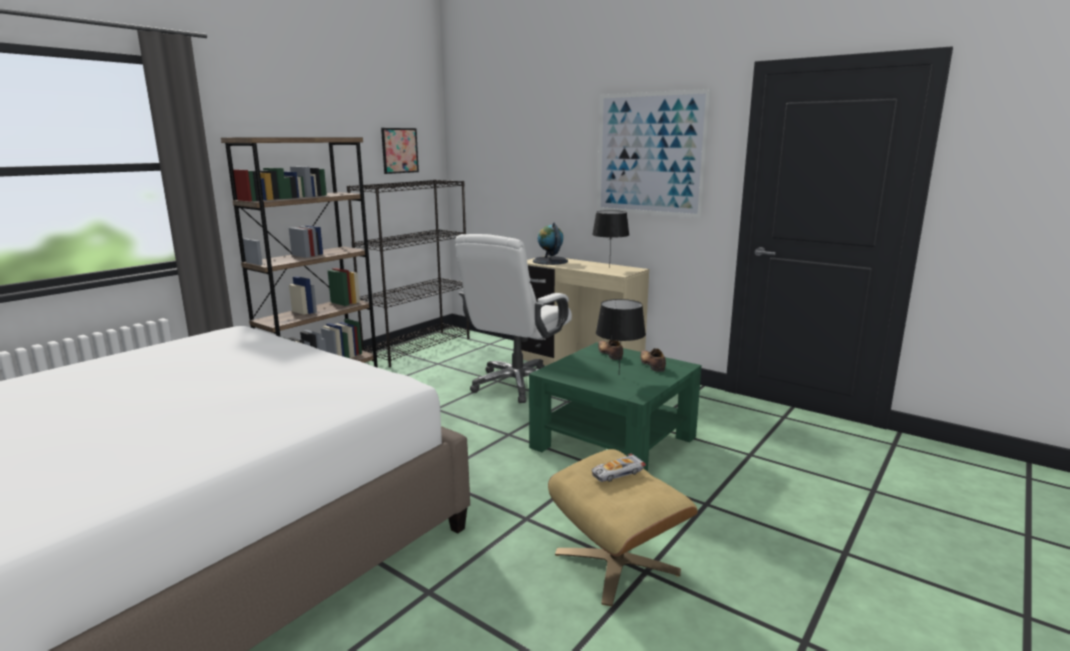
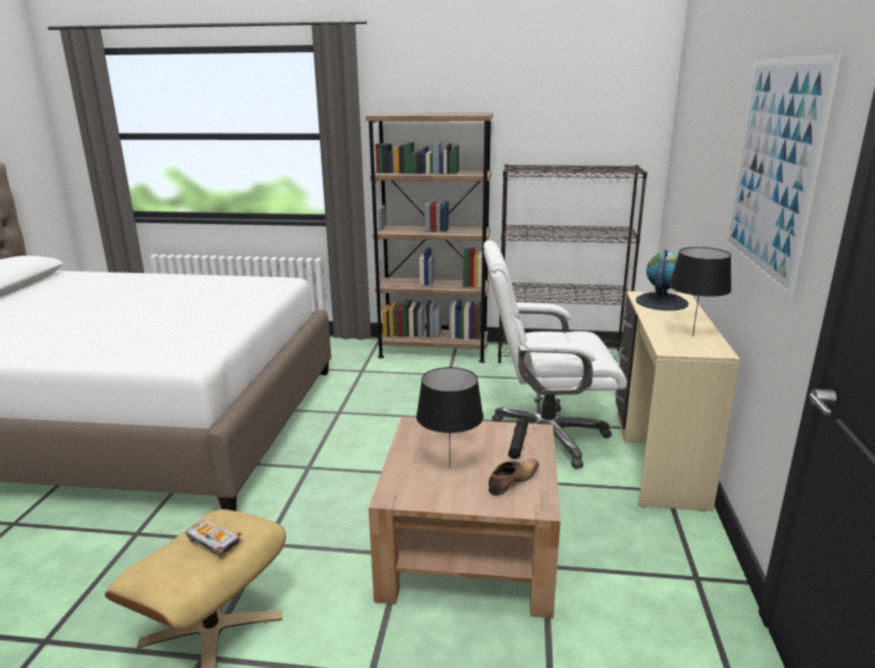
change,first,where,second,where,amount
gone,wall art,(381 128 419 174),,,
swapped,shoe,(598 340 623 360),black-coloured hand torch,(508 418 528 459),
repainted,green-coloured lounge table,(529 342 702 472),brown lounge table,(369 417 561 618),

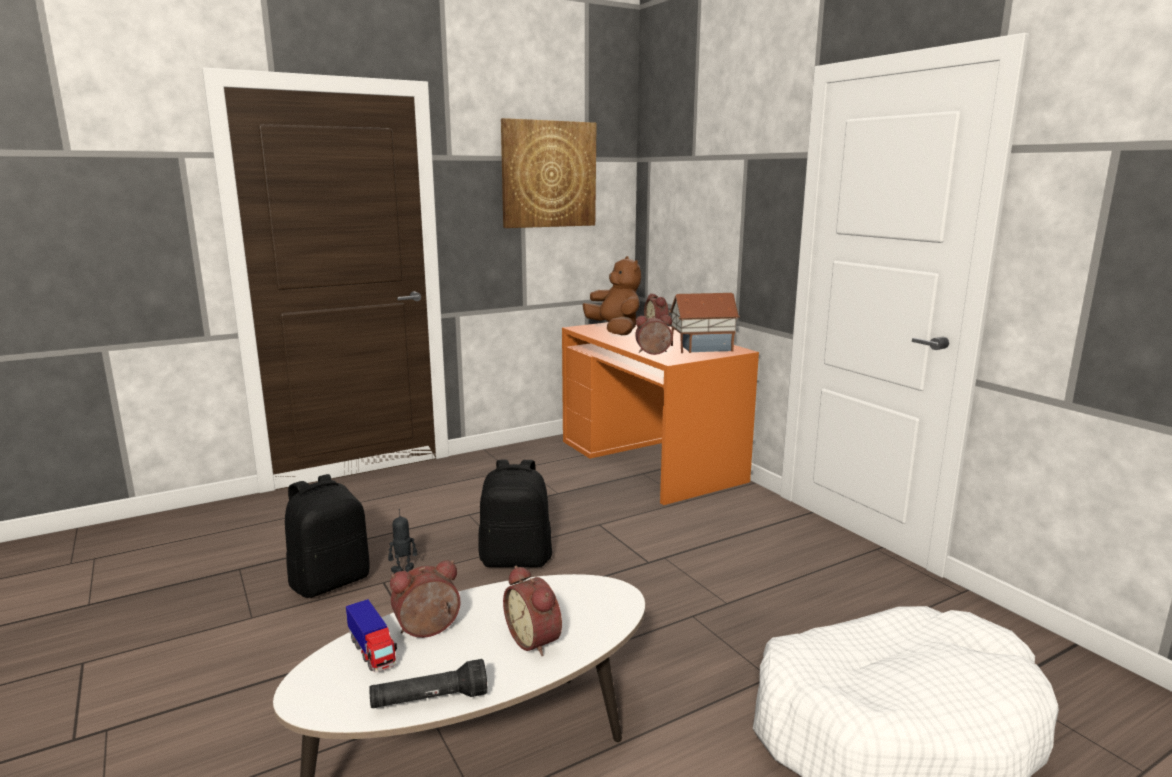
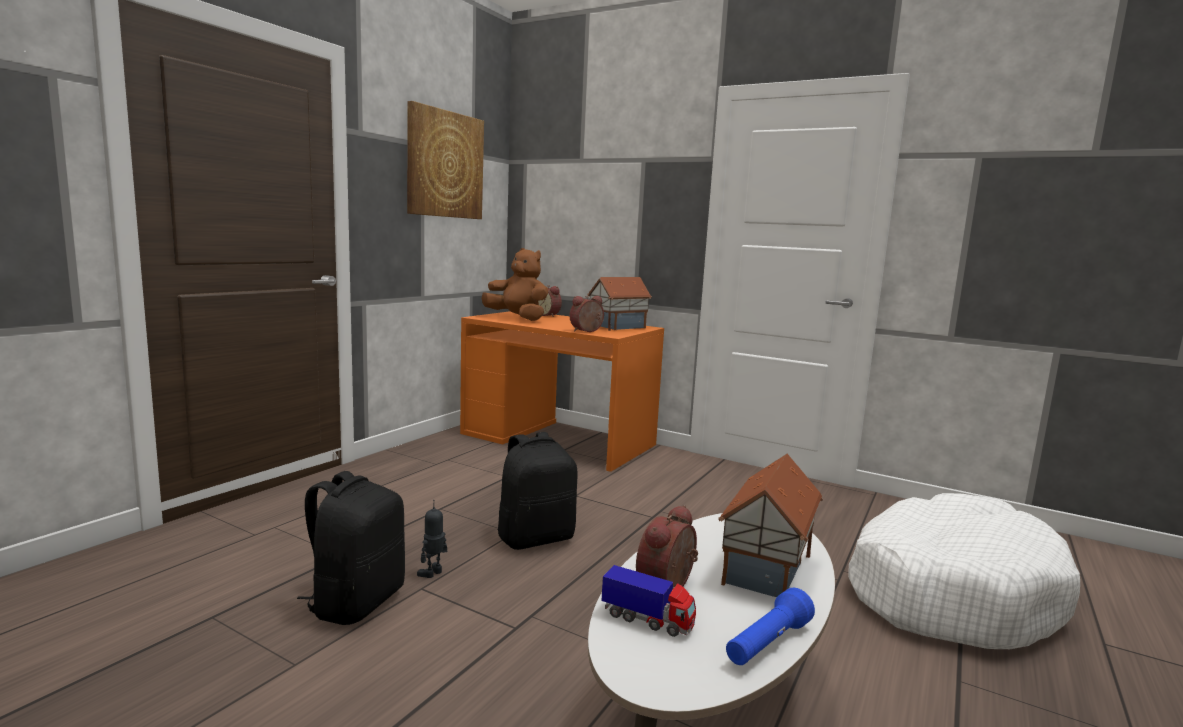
change,first,where,second,where,amount
swapped,bedside clock,(503 566 562 656),miniature house,(718 454 823 597),
repainted,black-coloured hand torch,(369 659 487 708),bluish hand torch,(726 588 815 665),

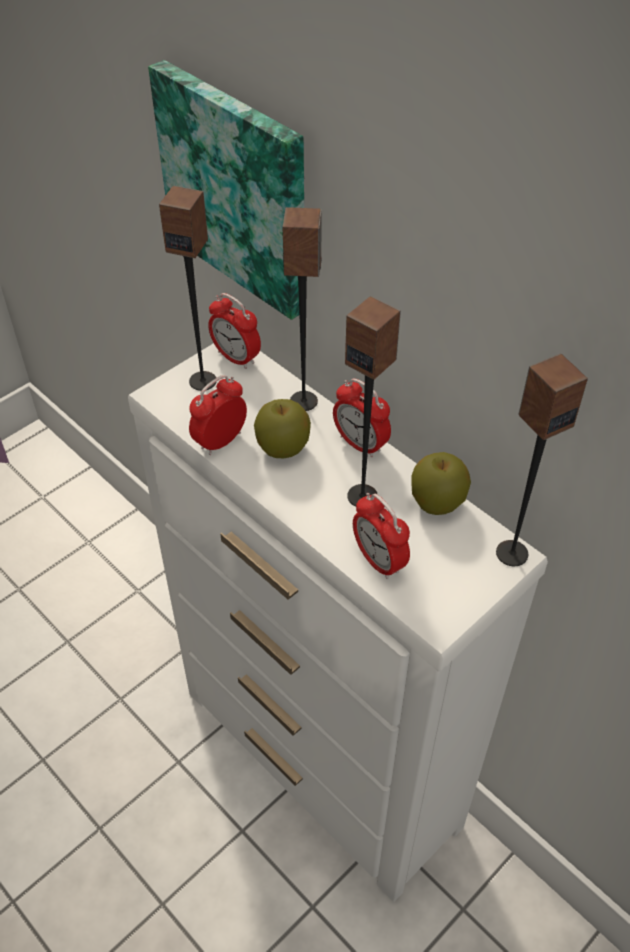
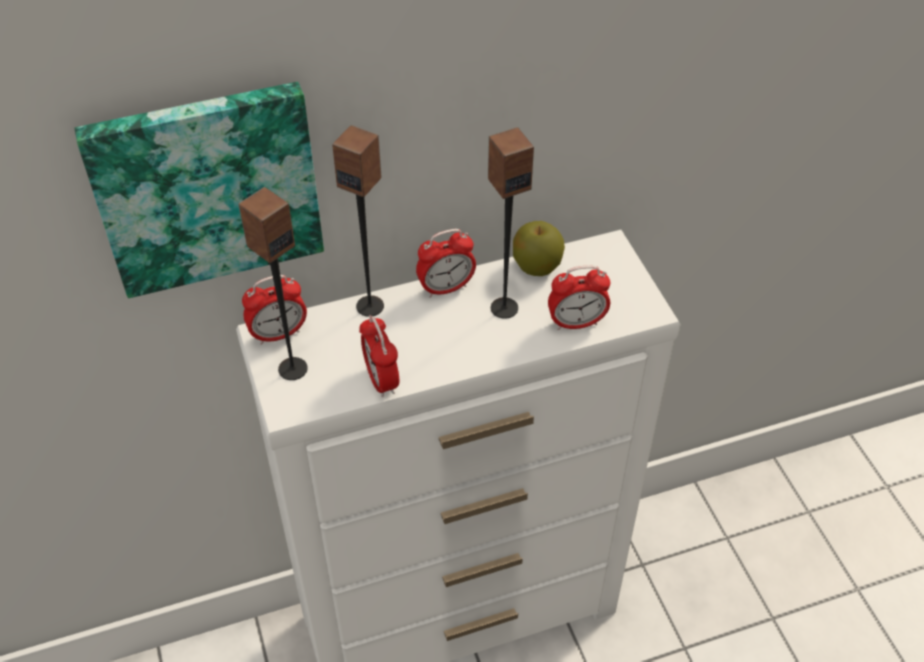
change,first,where,second,where,amount
gone,speaker,(496 353 588 566),,,
gone,apple fruit,(254 399 311 458),,,

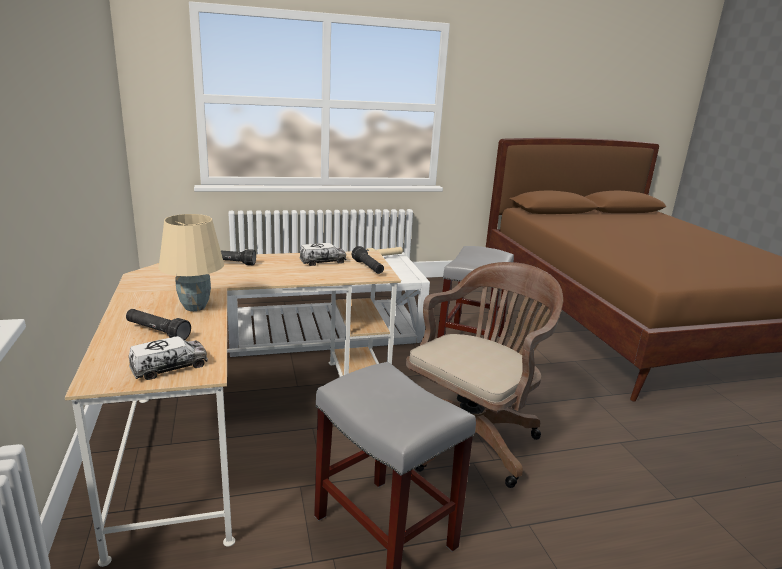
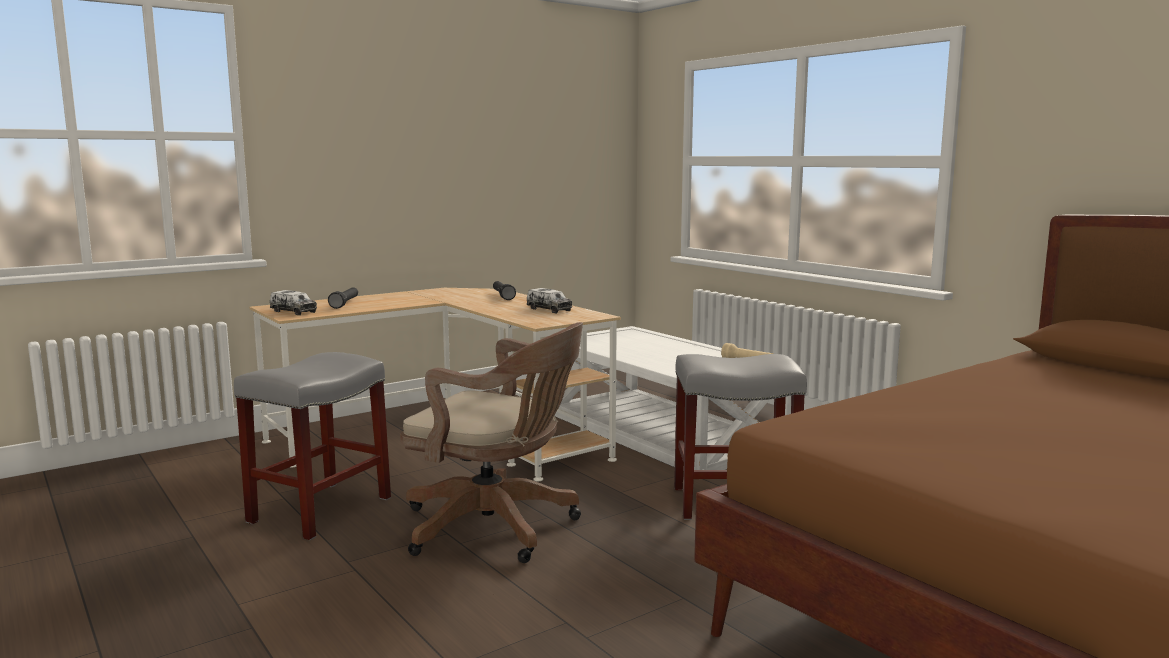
change,first,where,second,where,amount
gone,beige-coloured tabletop lamp,(159 214 224 311),,,
gone,black-coloured hand torch,(352 246 384 274),,,

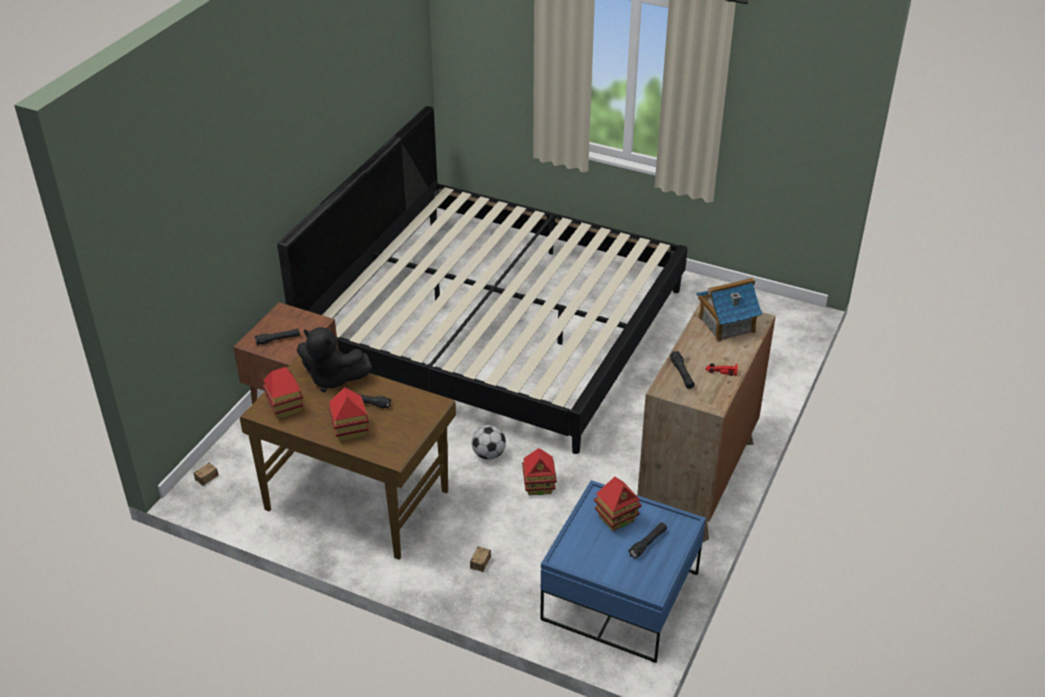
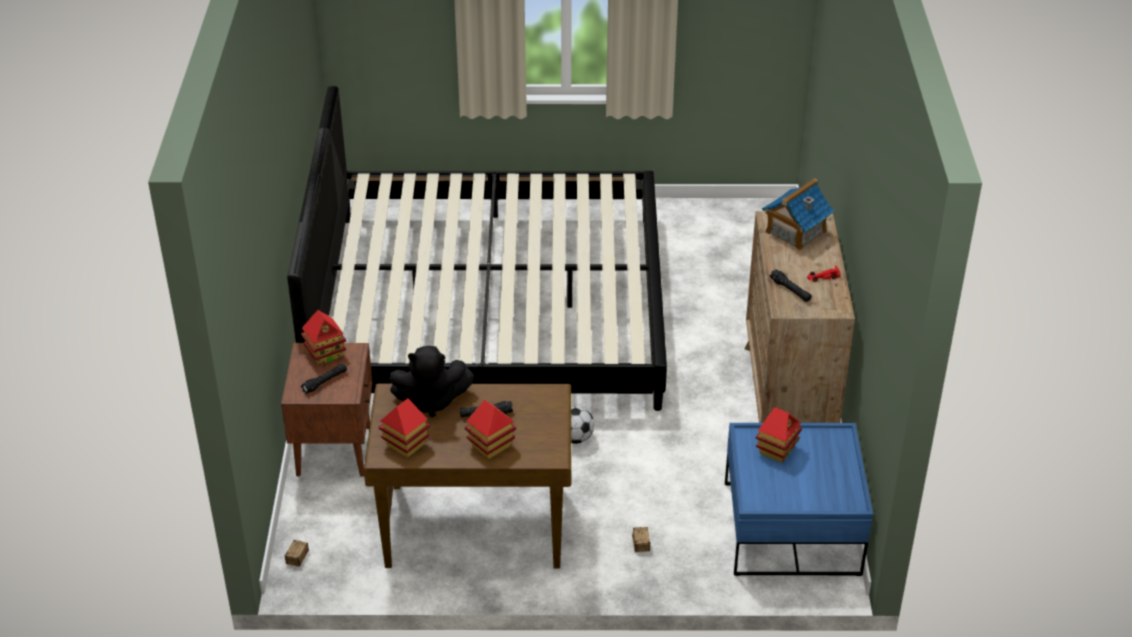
change,first,where,second,where,amount
shifted,miniature house,(522 448 557 495),,(301 310 346 365),
gone,black-coloured hand torch,(628 522 667 559),,,

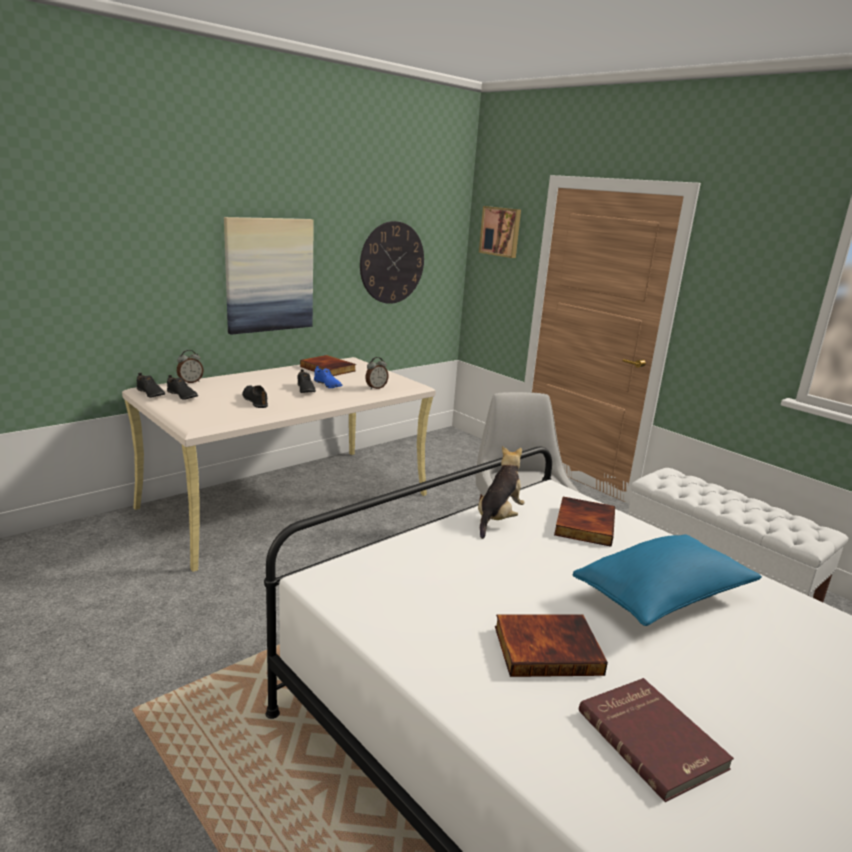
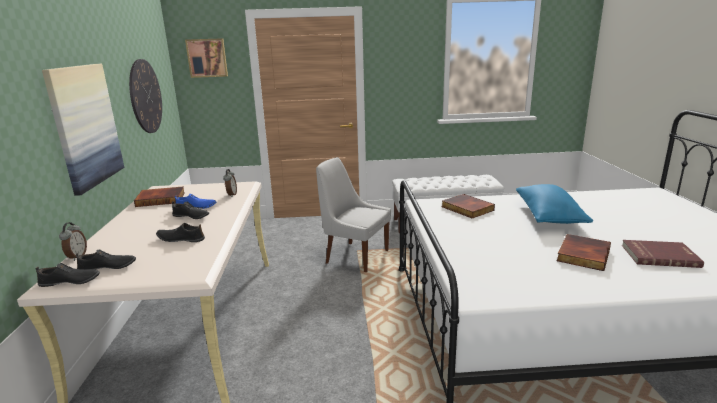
change,first,where,second,where,amount
gone,cuddly toy,(478 446 525 539),,,

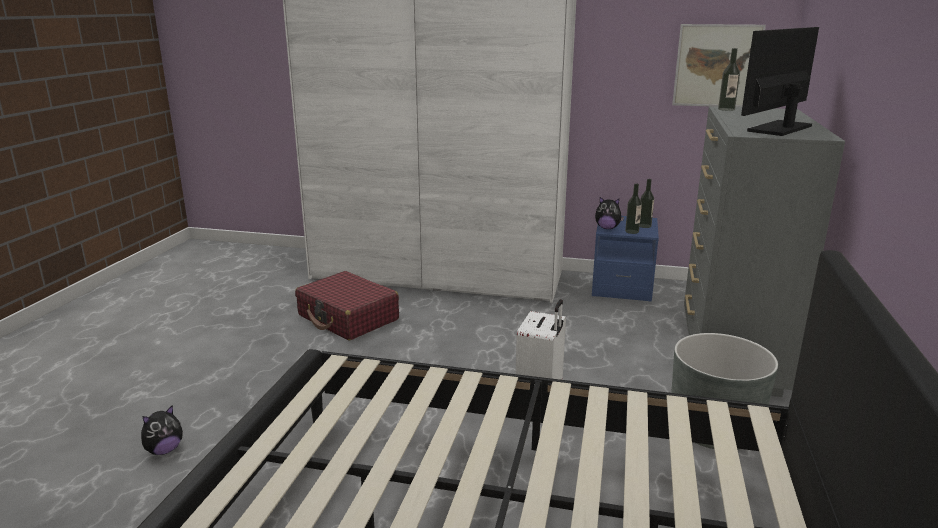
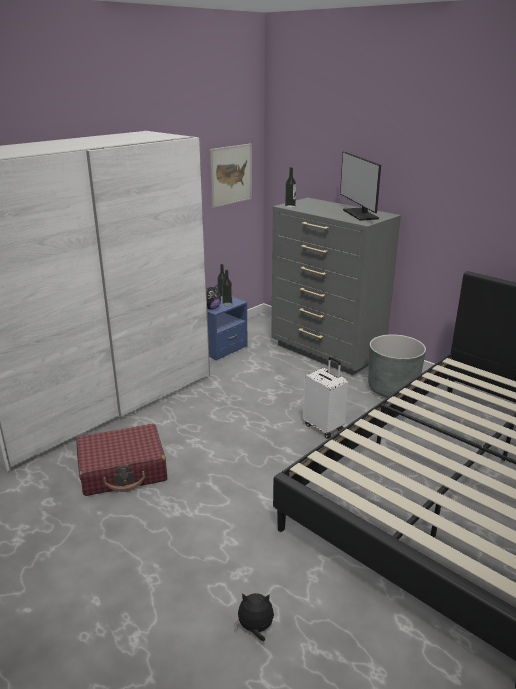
change,first,where,second,where,amount
rotated,cuddly toy,(141 405 183 455),,(234 593 274 641),75 degrees counterclockwise

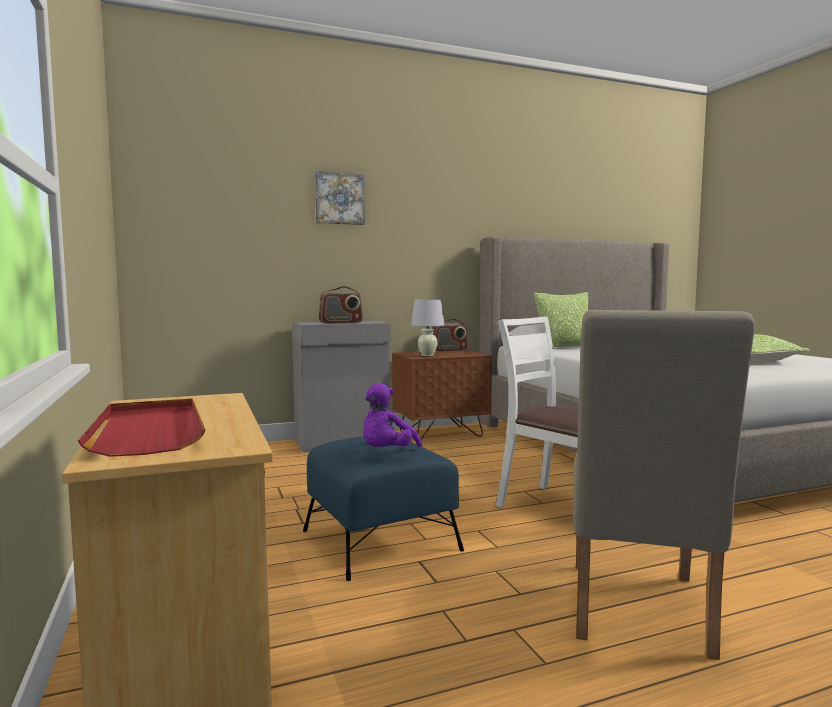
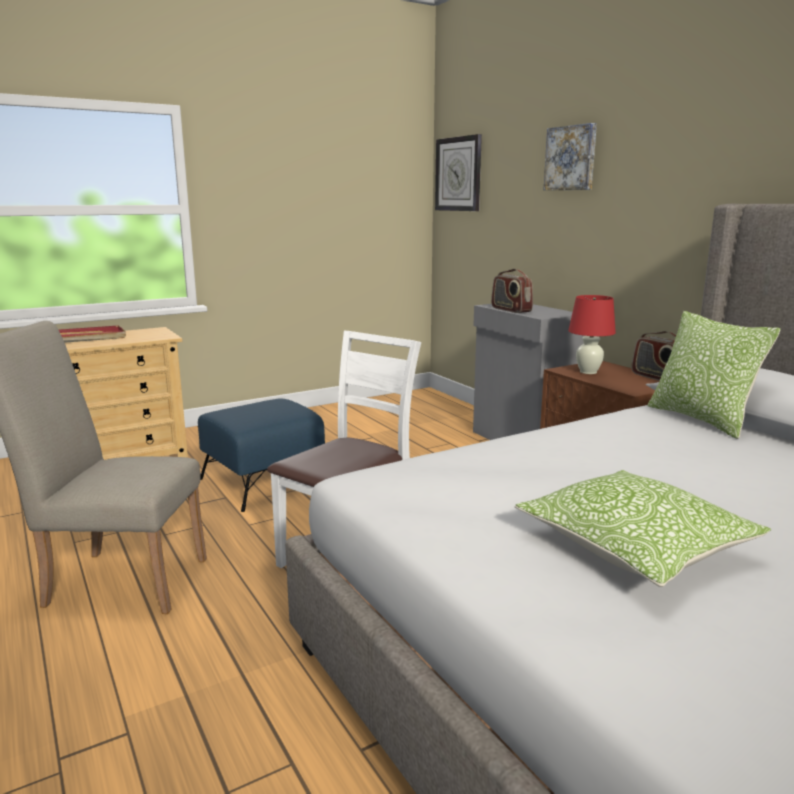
change,first,where,second,where,amount
repainted,white tabletop lamp,(411 299 444 356),red-coloured tabletop lamp,(568 295 616 374),
gone,purple cuddly toy,(363 383 422 447),,,
new,,,wall clock,(435 134 482 211),

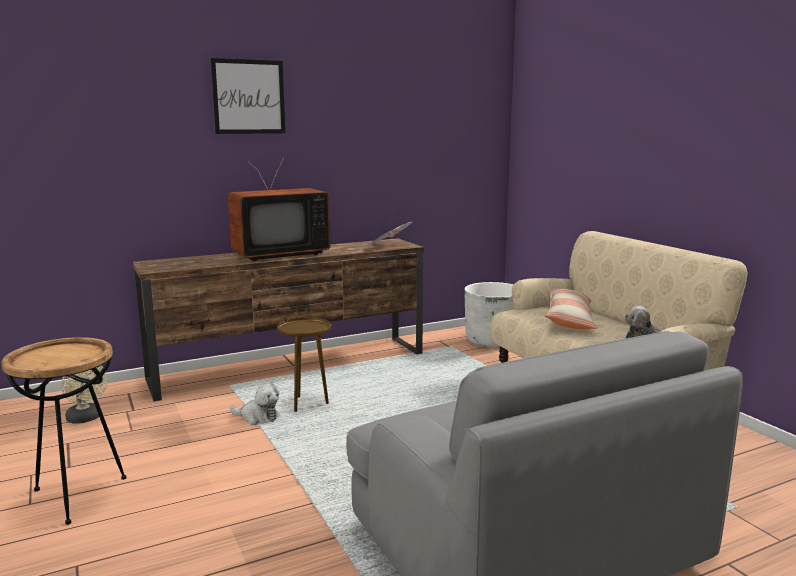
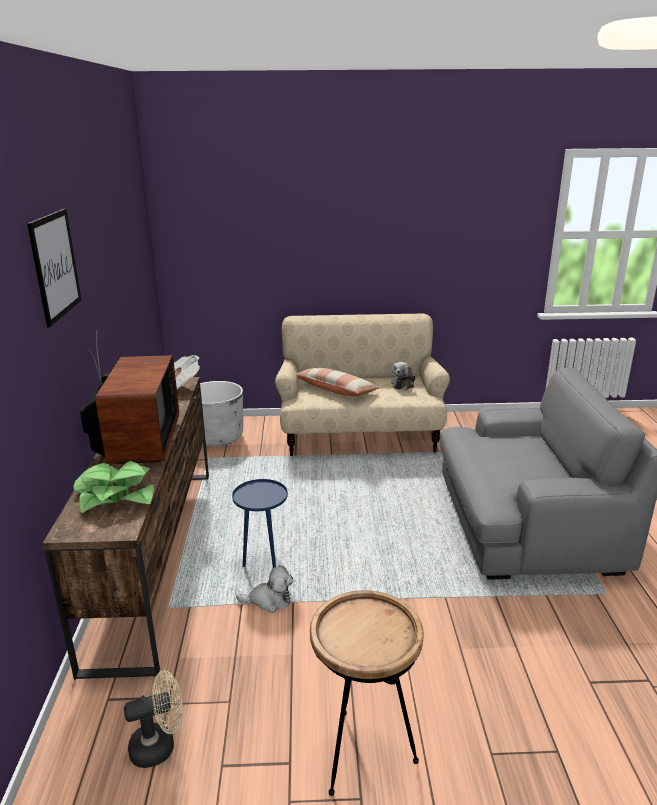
change,first,where,second,where,amount
repainted,brown side table,(277 317 331 412),bluish side table,(232 479 288 568),
rotated,cuddly toy,(230 383 280 425),,(236 565 293 613),45 degrees clockwise
new,,,potted plant,(73 461 154 513),

